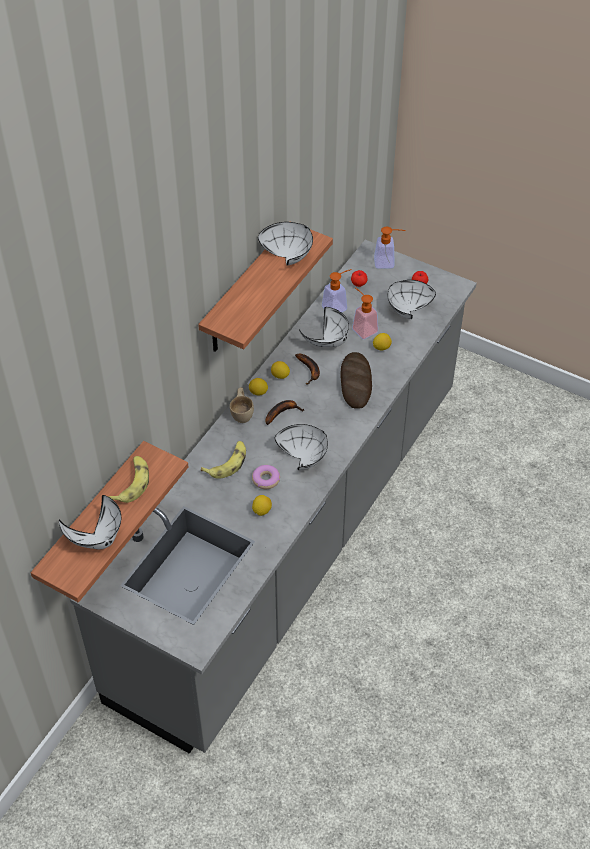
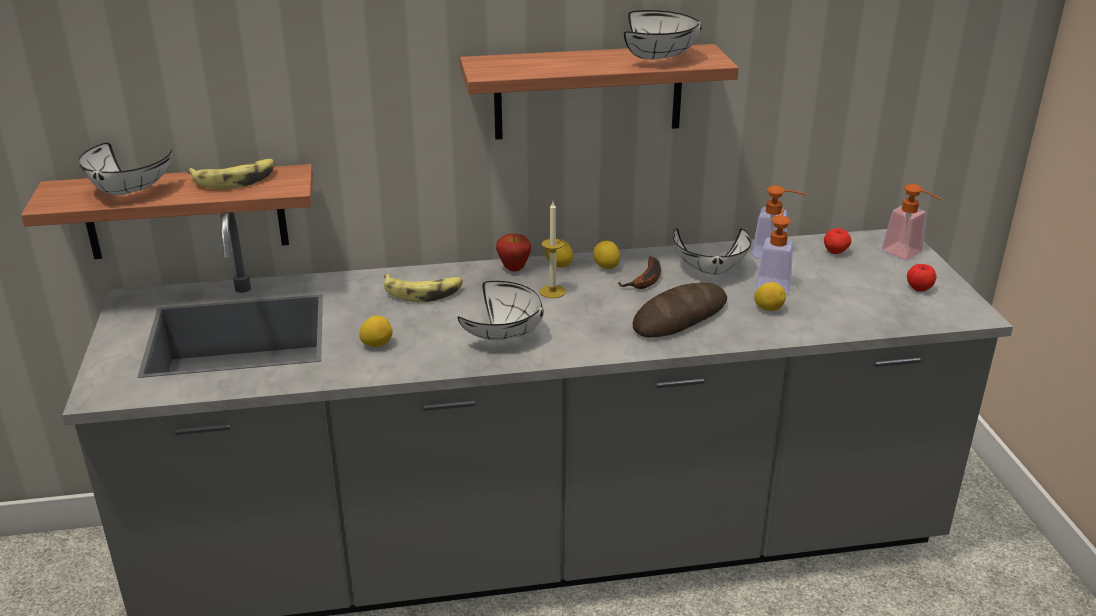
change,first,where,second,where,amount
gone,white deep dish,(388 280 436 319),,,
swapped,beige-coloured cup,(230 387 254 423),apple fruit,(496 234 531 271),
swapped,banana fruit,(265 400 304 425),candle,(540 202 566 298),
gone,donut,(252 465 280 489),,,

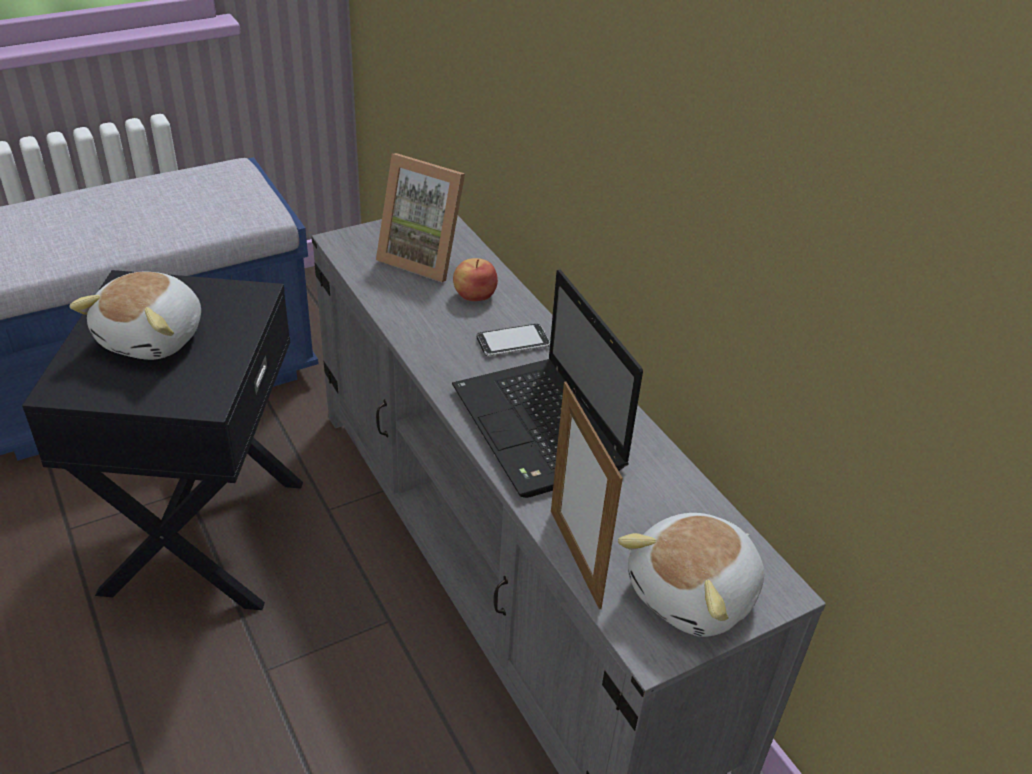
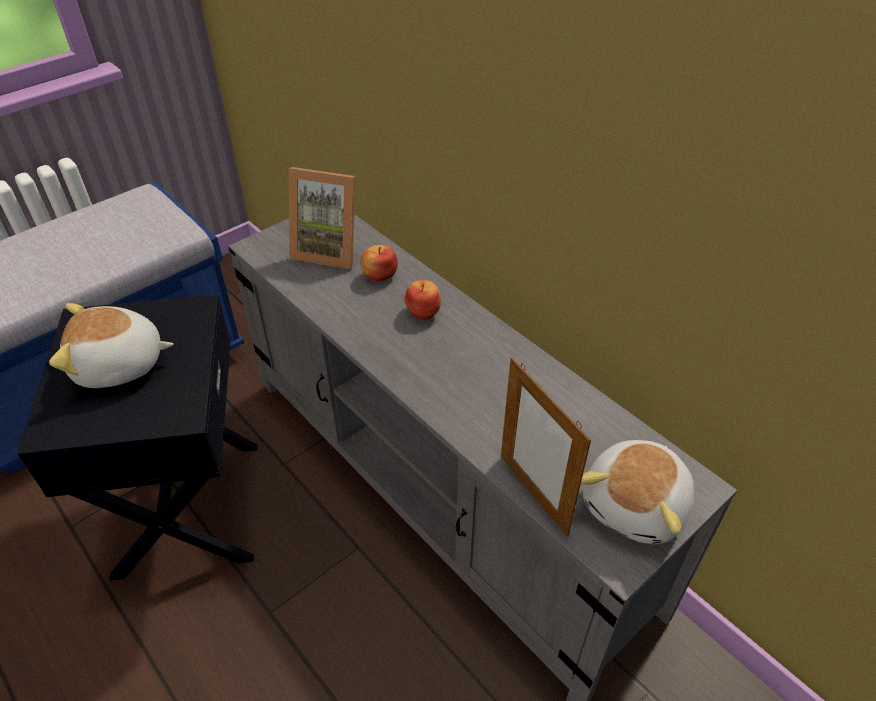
change,first,where,second,where,amount
gone,laptop,(452 269 643 498),,,
rotated,cuddly toy,(69 272 201 360),,(49 303 174 388),75 degrees clockwise
swapped,handset,(477 324 550 356),apple fruit,(404 280 441 320),

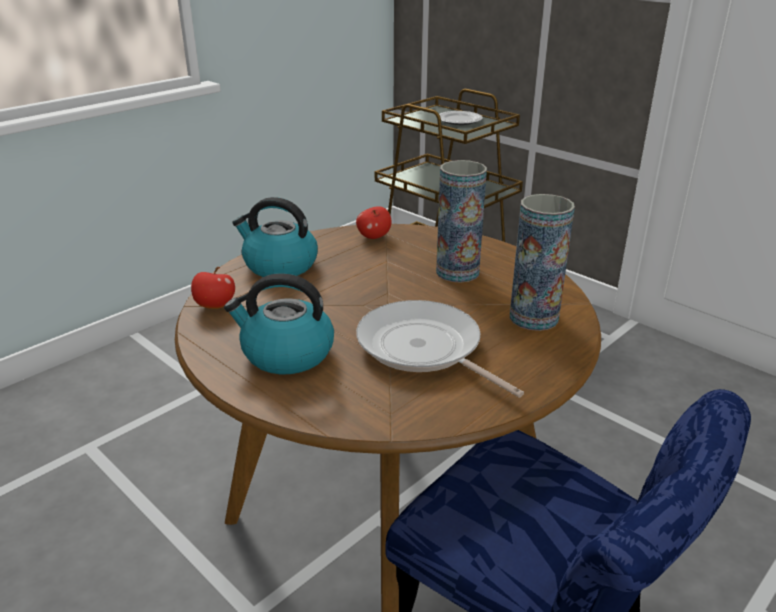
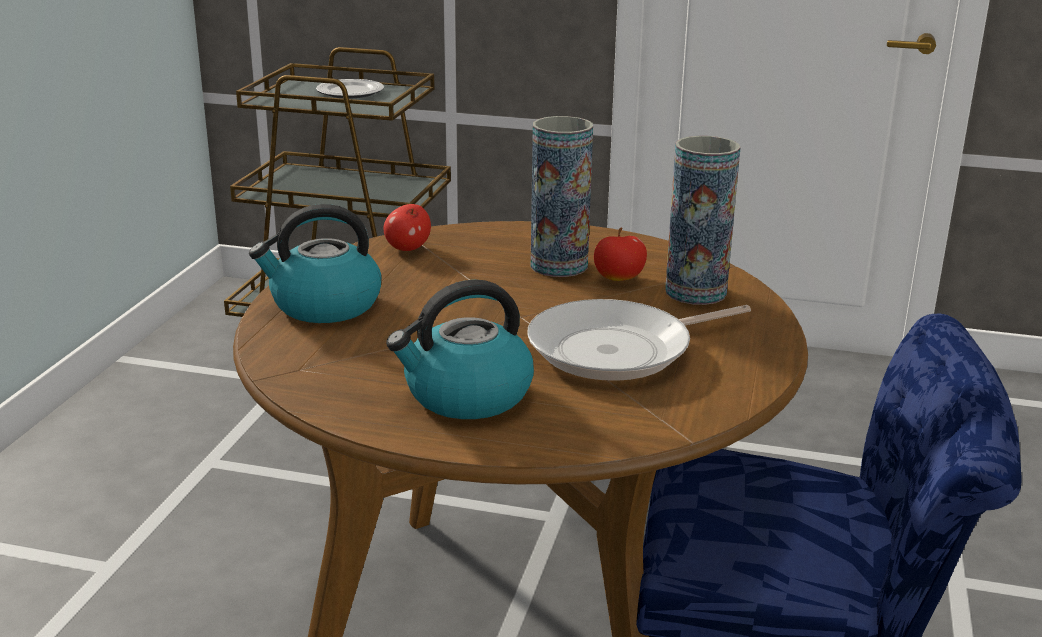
change,first,where,second,where,amount
shifted,apple fruit,(191 267 235 309),,(594 228 647 281),
rotated,frying pan,(356 300 524 397),,(527 299 751 381),45 degrees counterclockwise

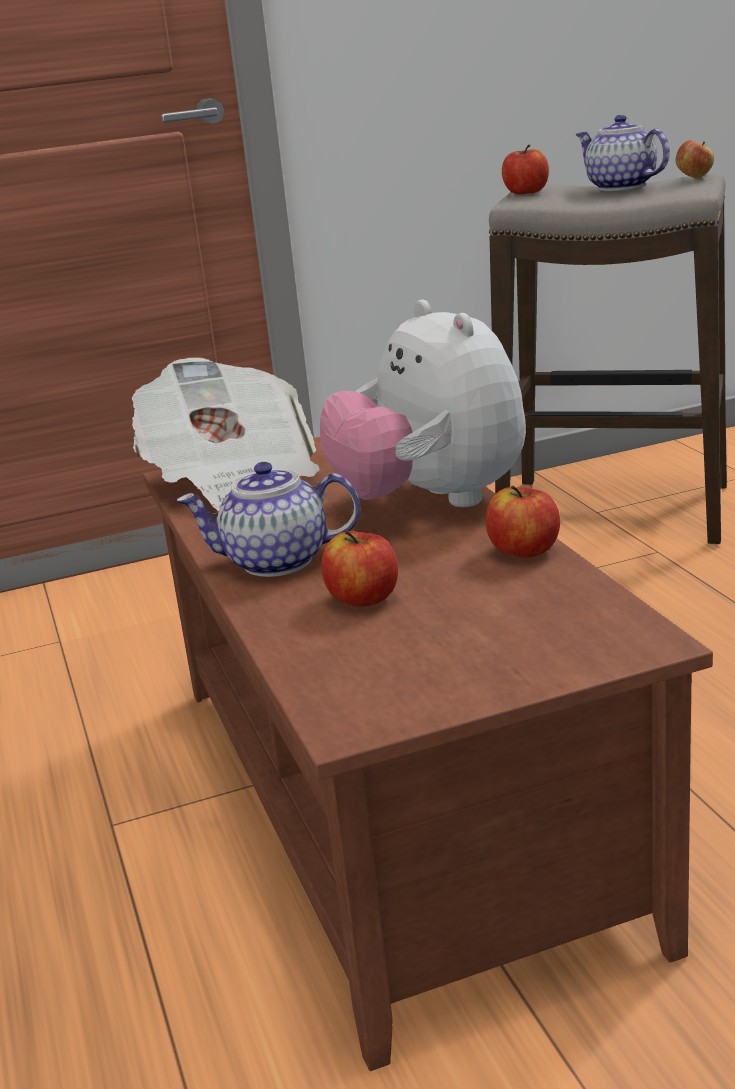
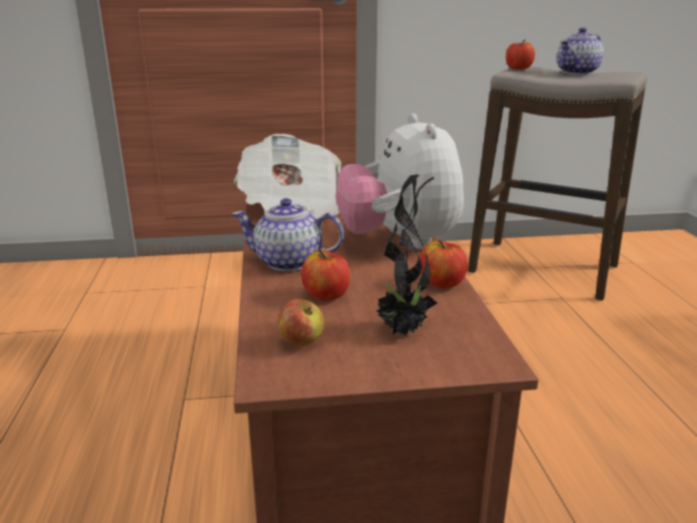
change,first,where,second,where,amount
rotated,pot for tea,(576 115 670 191),,(557 27 604 74),105 degrees counterclockwise
shifted,apple fruit,(676 140 714 178),,(278 299 325 346),
new,,,potted plant,(377 174 437 336),

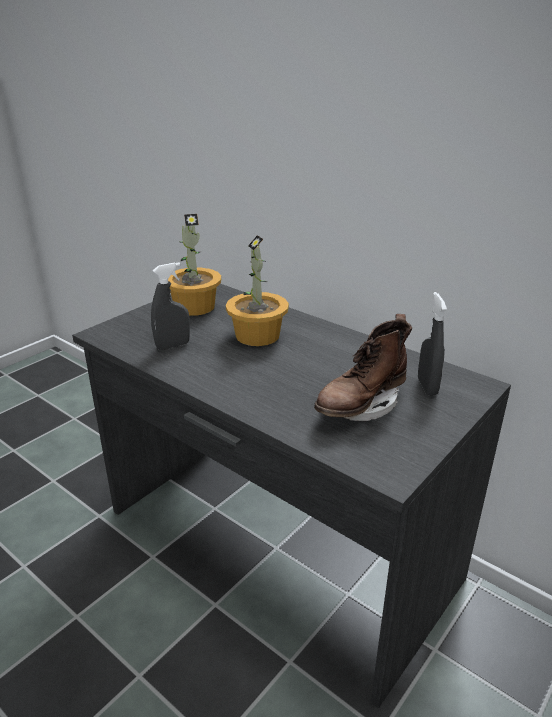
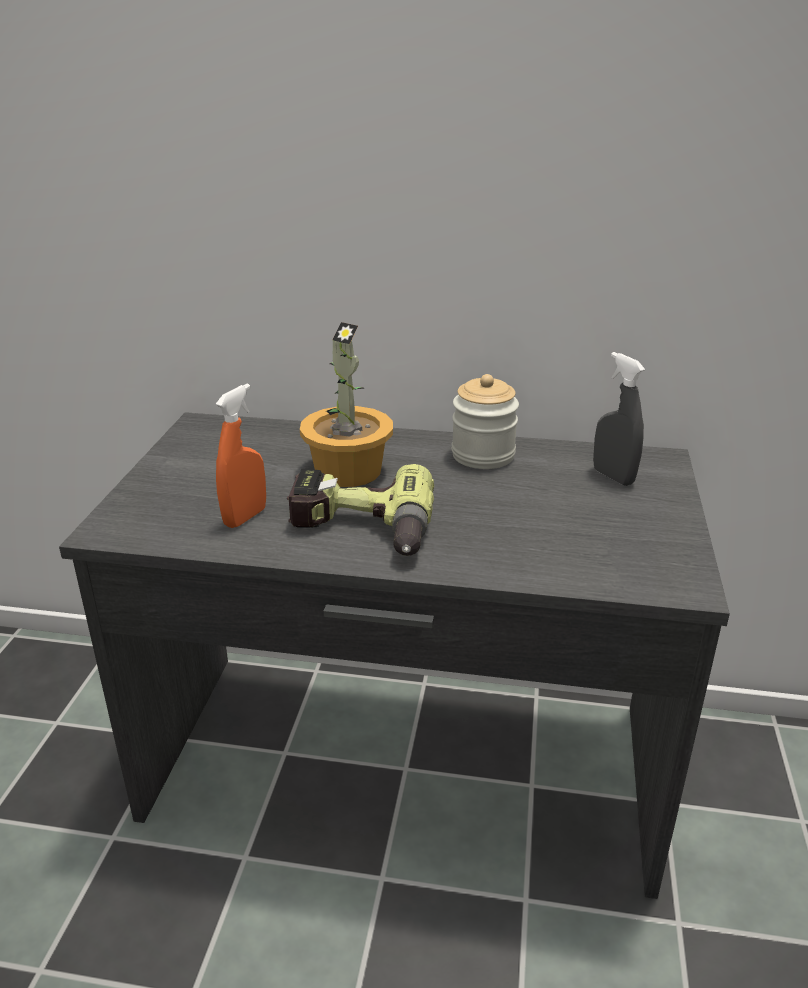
change,first,where,second,where,amount
gone,potted plant,(168 214 221 316),,,
repainted,gray spray bottle,(151 262 190 350),orange spray bottle,(216 384 266 528),
gone,brown boot,(314 314 412 421),,,
new,,,preserve jar,(452 374 519 469),
new,,,power drill,(287 464 434 556),

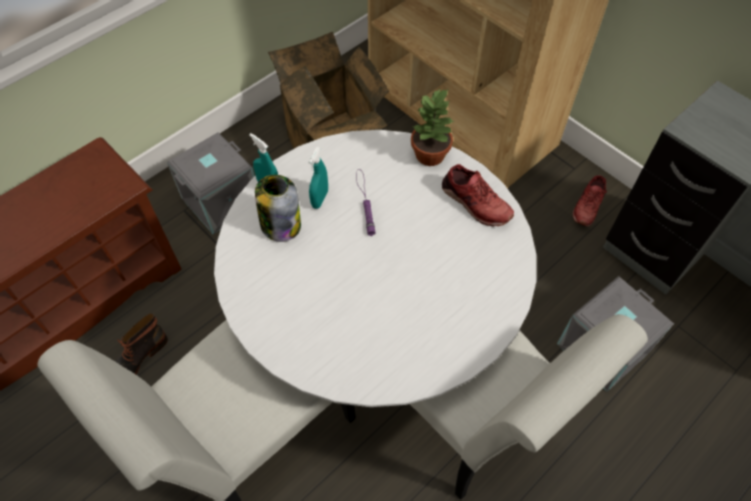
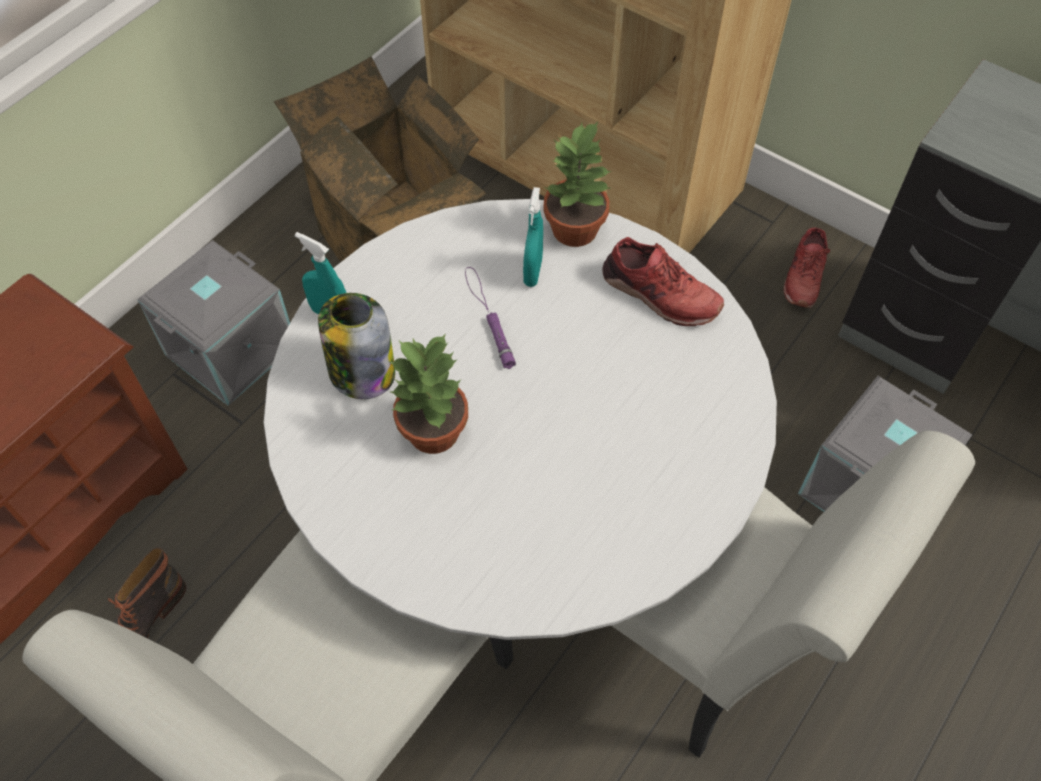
change,first,where,second,where,amount
shifted,blue-green spray bottle,(308 147 328 209),,(523 187 543 287),
new,,,potted plant,(389 333 468 454),

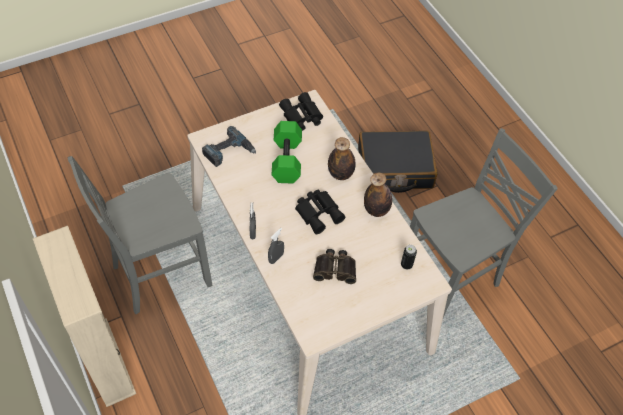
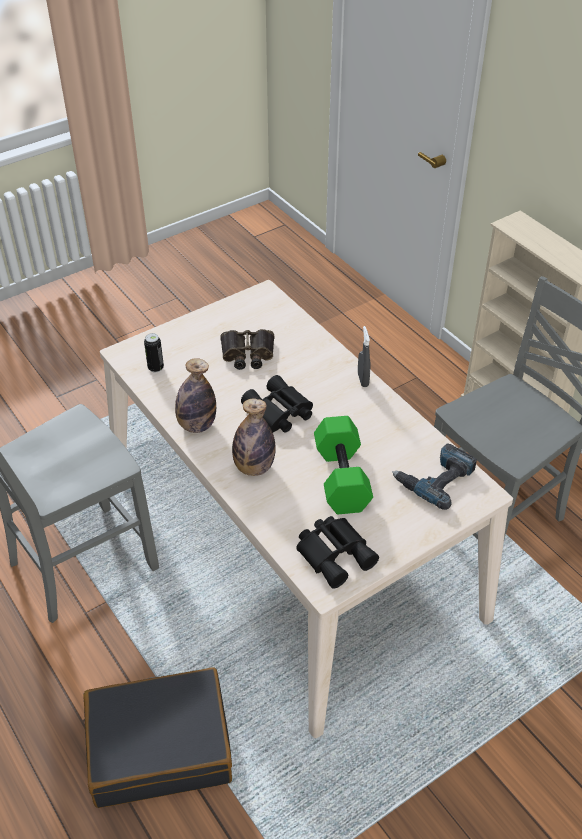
change,first,where,second,where,amount
gone,gray spray bottle,(268 228 284 264),,,

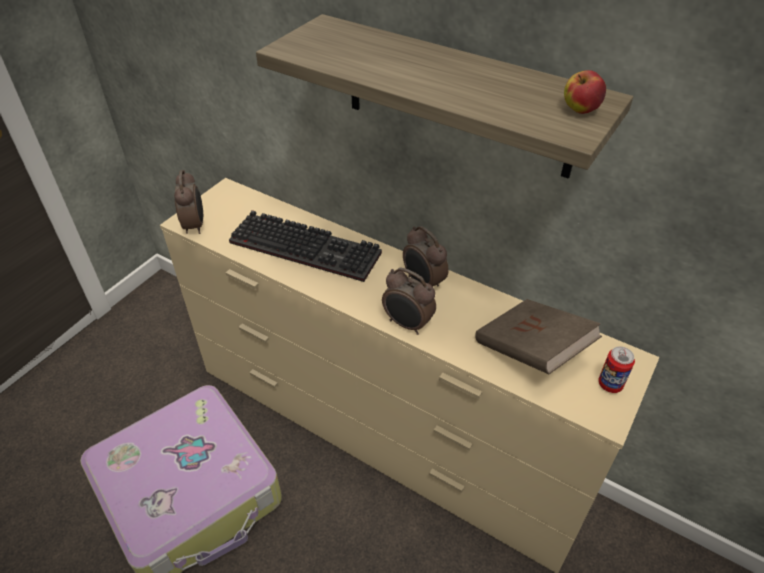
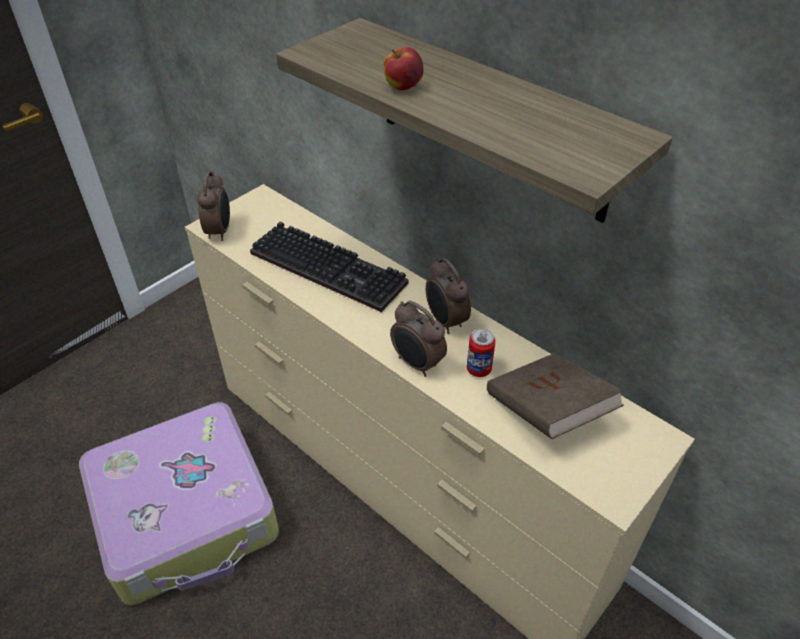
change,first,where,second,where,amount
shifted,apple fruit,(564 70 606 114),,(383 47 423 90),
shifted,can,(598 346 635 393),,(467 329 496 377),

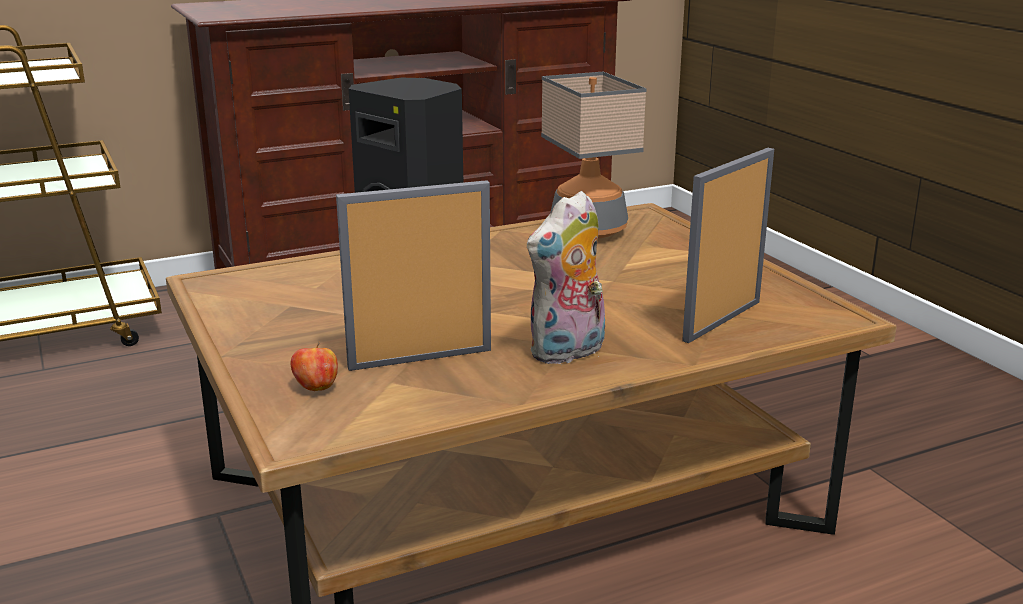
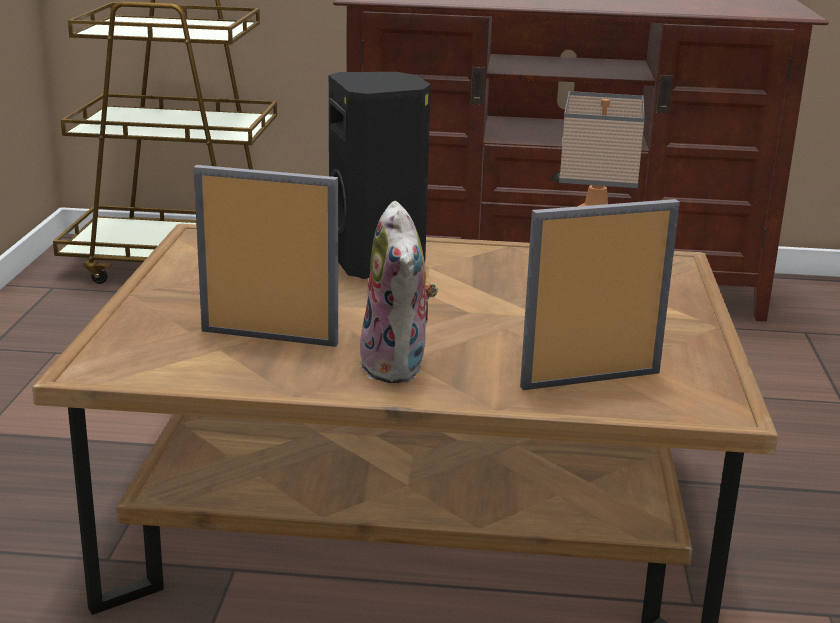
change,first,where,second,where,amount
rotated,cuddly toy,(527 191 605 365),,(358 201 438 383),90 degrees counterclockwise
gone,apple fruit,(290 341 338 391),,,

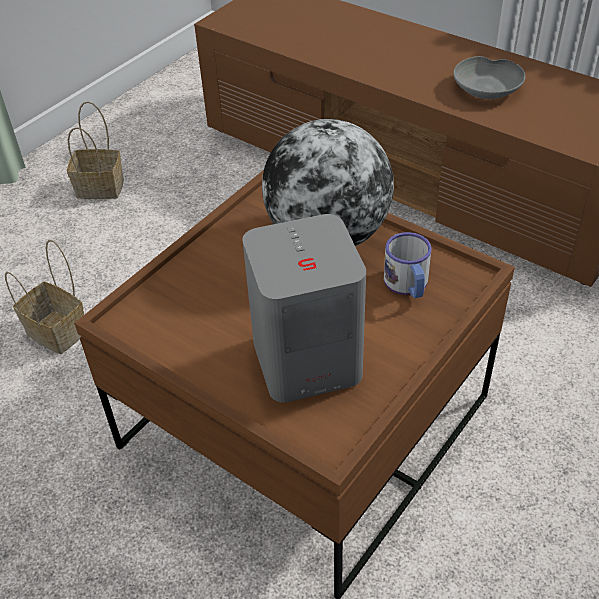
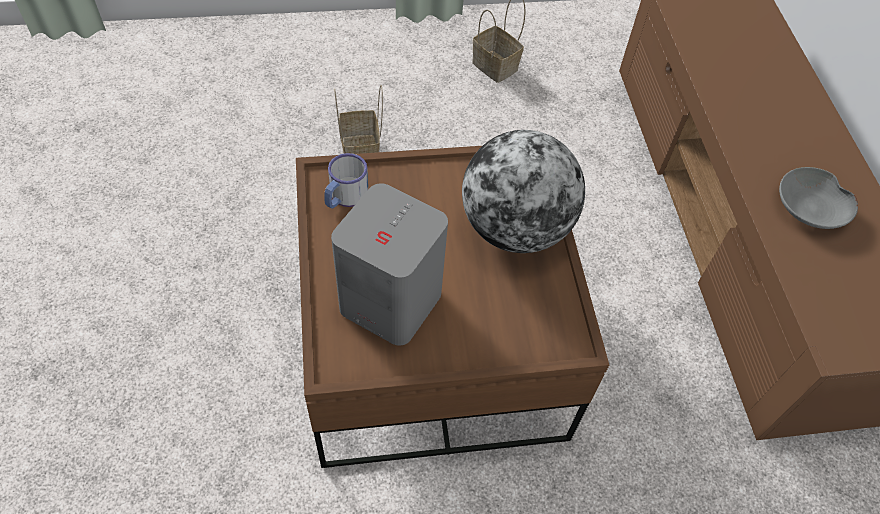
change,first,where,second,where,amount
shifted,coffee mug,(384 232 432 298),,(324 153 368 208),

